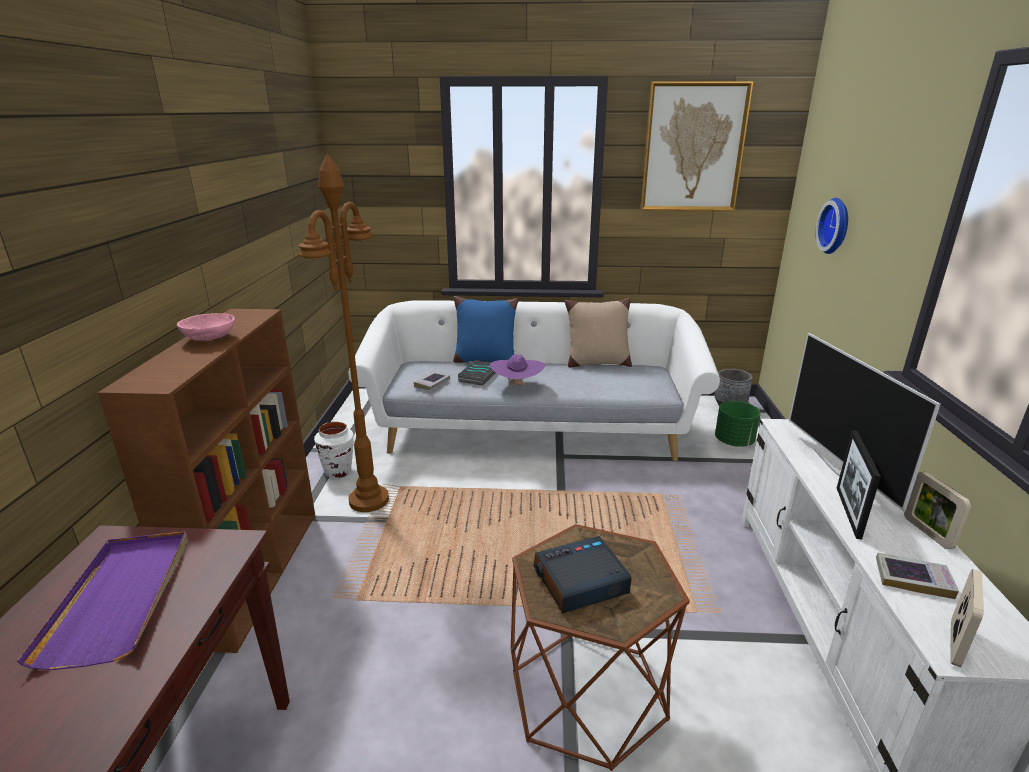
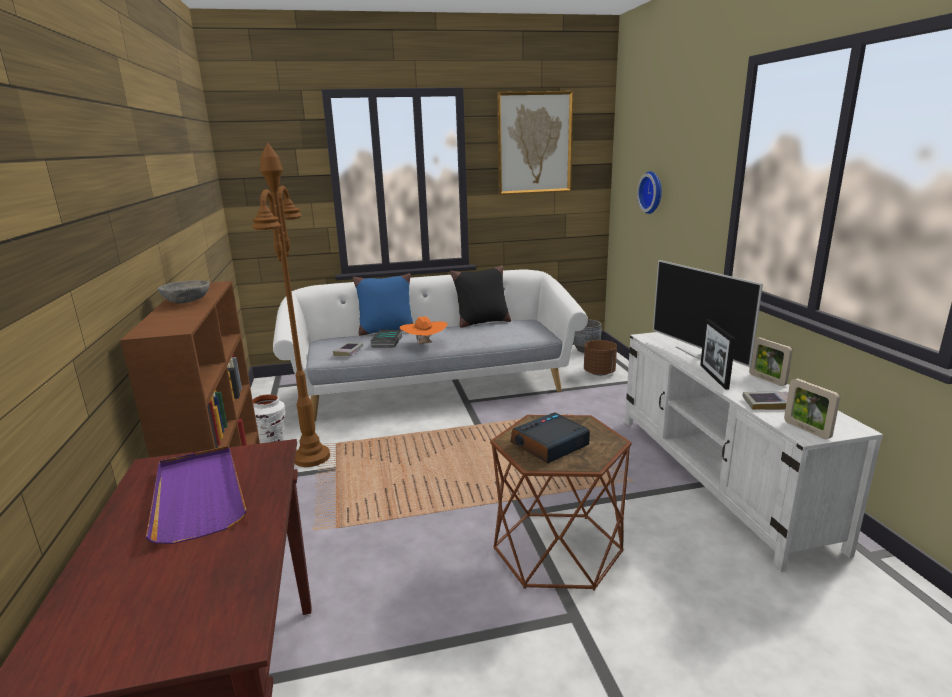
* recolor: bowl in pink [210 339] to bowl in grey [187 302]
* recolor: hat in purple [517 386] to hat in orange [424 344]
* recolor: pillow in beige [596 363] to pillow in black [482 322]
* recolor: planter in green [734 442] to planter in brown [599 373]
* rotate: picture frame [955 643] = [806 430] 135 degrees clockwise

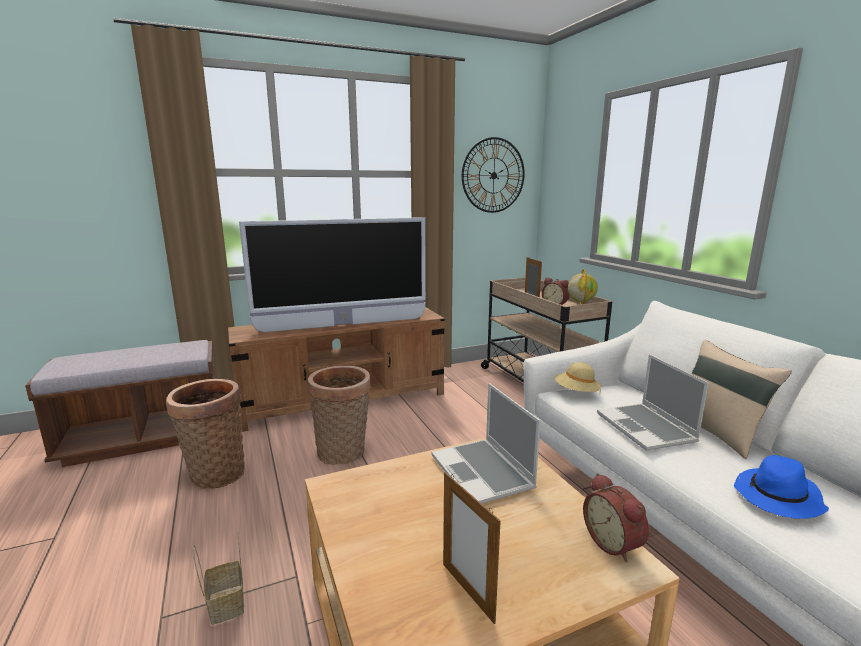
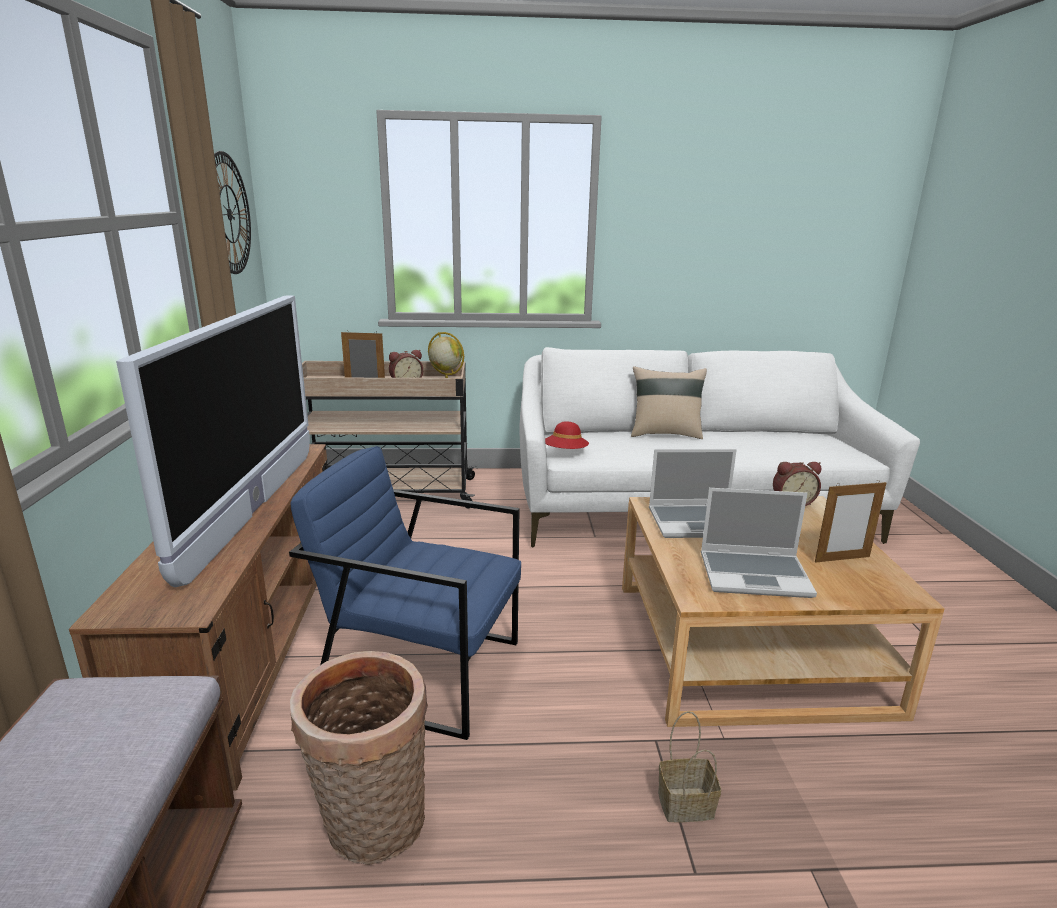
* replace: basket [343 453] to armchair in blue [421 669]
* recolor: hat in beige [576 393] to hat in red [565 453]
* move: laptop [647 428] to [755 575]
* delete: hat in blue [778 498]

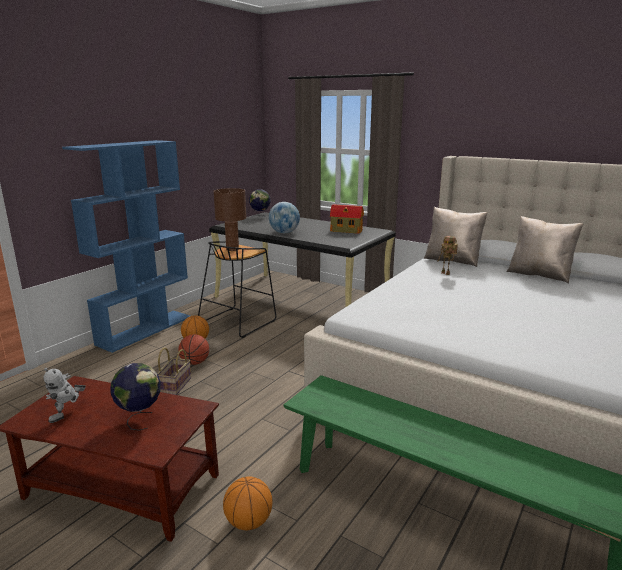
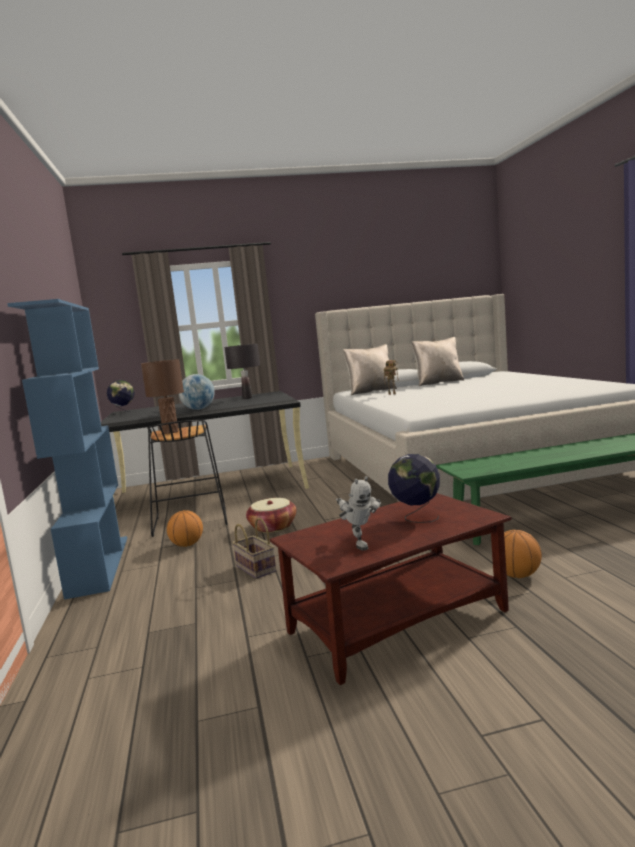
* replace: toy house [345 230] to table lamp in black [247 398]
* insert: basket [273 527]
* delete: basketball [195 362]

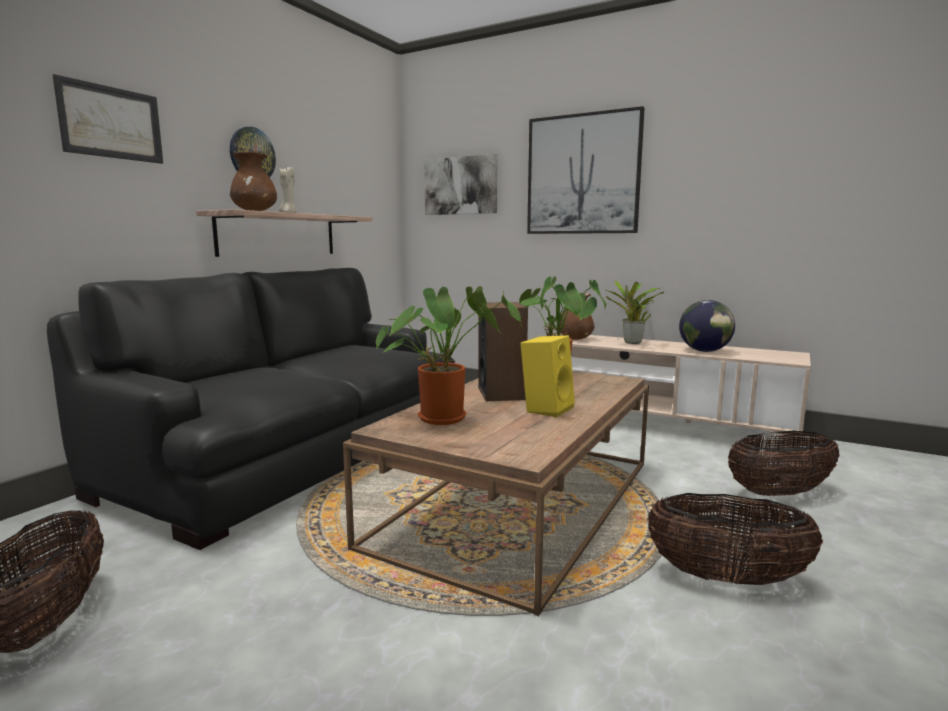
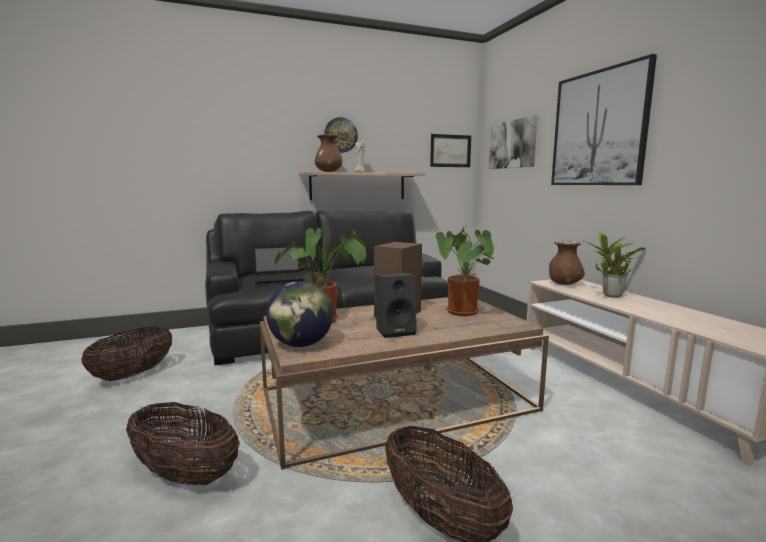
* move: basket [779 493] to [185 475]
* insert: laptop [280 279]
* move: globe [705 351] to [301 345]
* recolor: speaker in yellow [546 409] to speaker in black [395 331]
* move: picture [111 122] to [450 151]

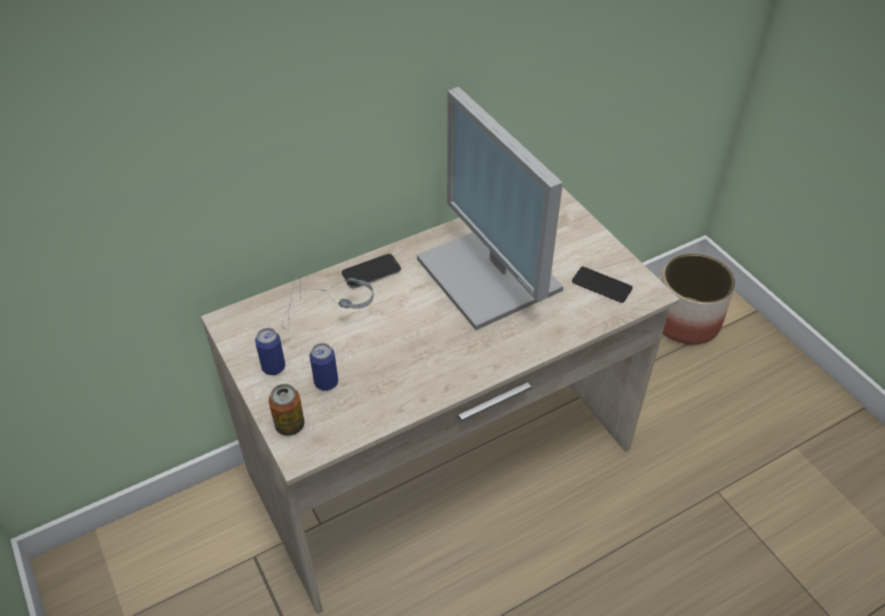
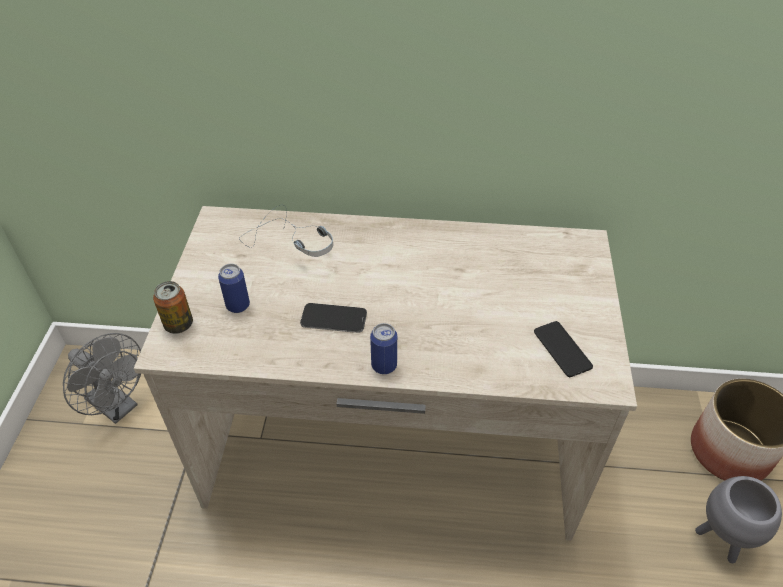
* insert: fan in grey [118 407]
* move: phone [371 272] to [333 319]
* move: can [273 367] to [384 365]
* insert: planter in grey [721 539]
* delete: monitor [492 275]

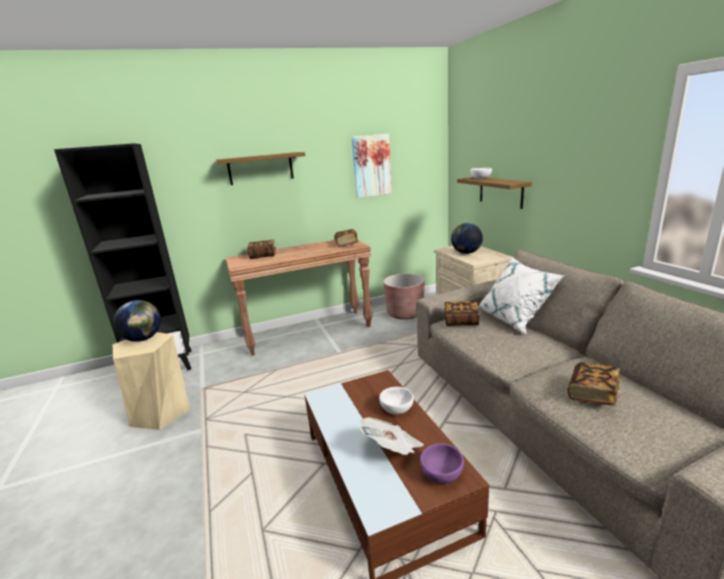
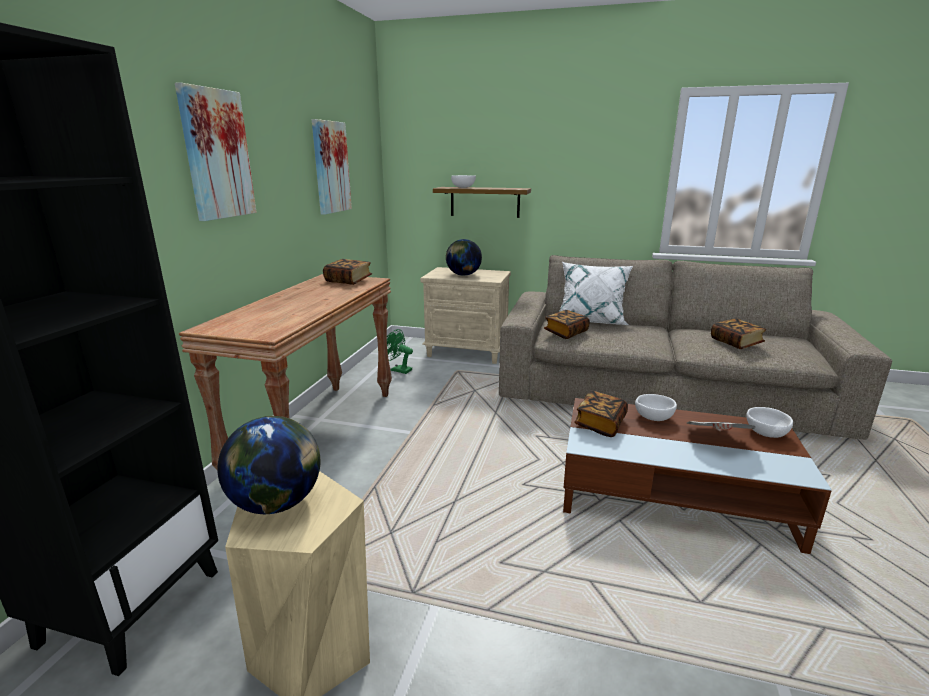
* replace: shelf [260 168] to picture [216 154]
* replace: planter in brown [405 313] to fan in green [398 370]
* move: book [263 255] to [600 424]
* recolor: bowl in purple [442 474] to bowl in white [766 433]

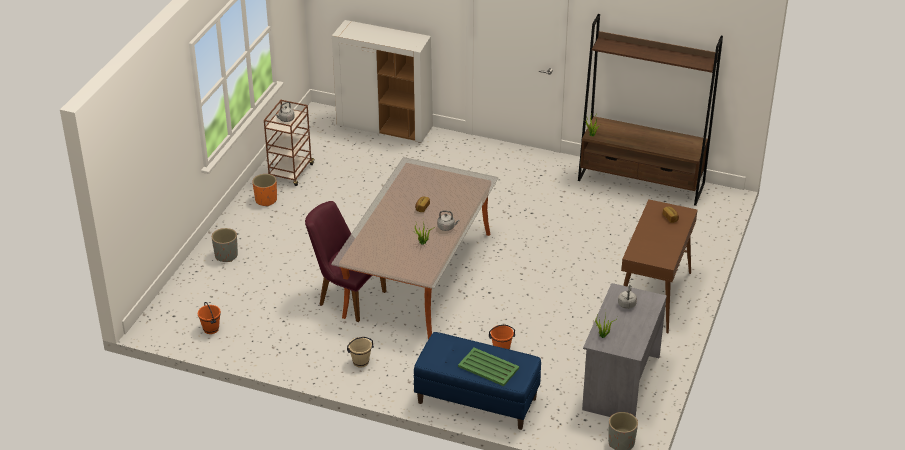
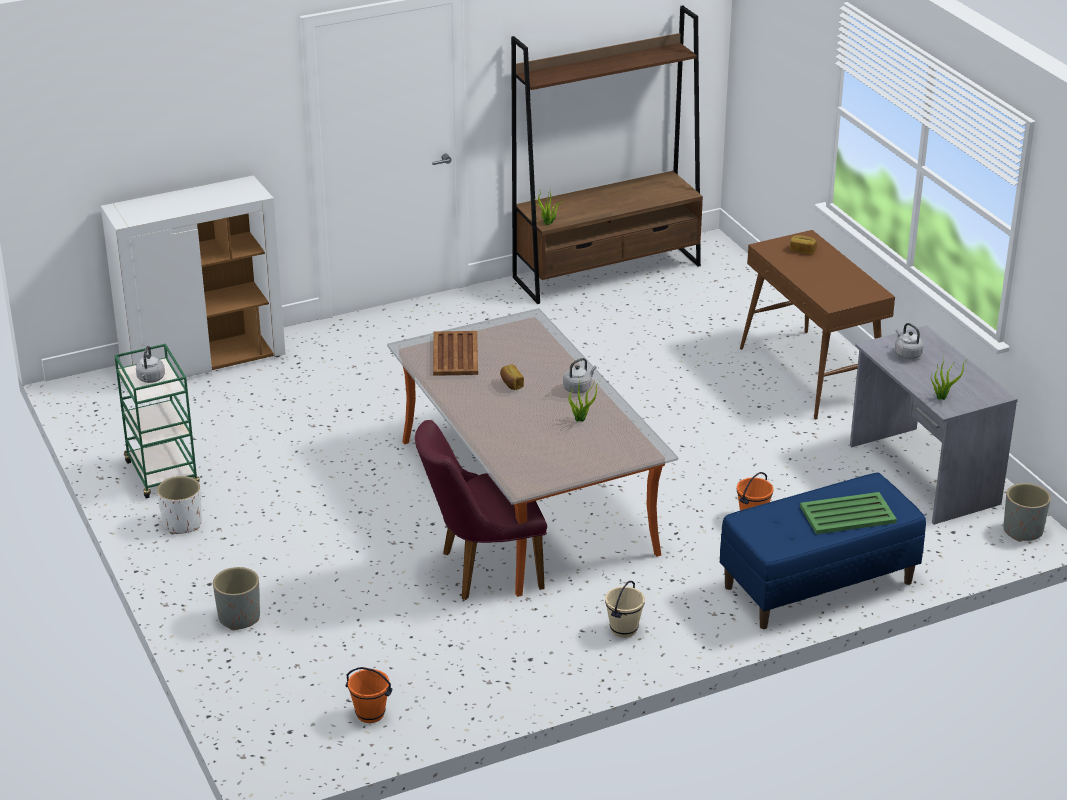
* recolor: cart in brown [291 173] to cart in green [162 475]
* recolor: planter in orange [266 200] to planter in white [183 524]
* insert: tray in brown [455 354]

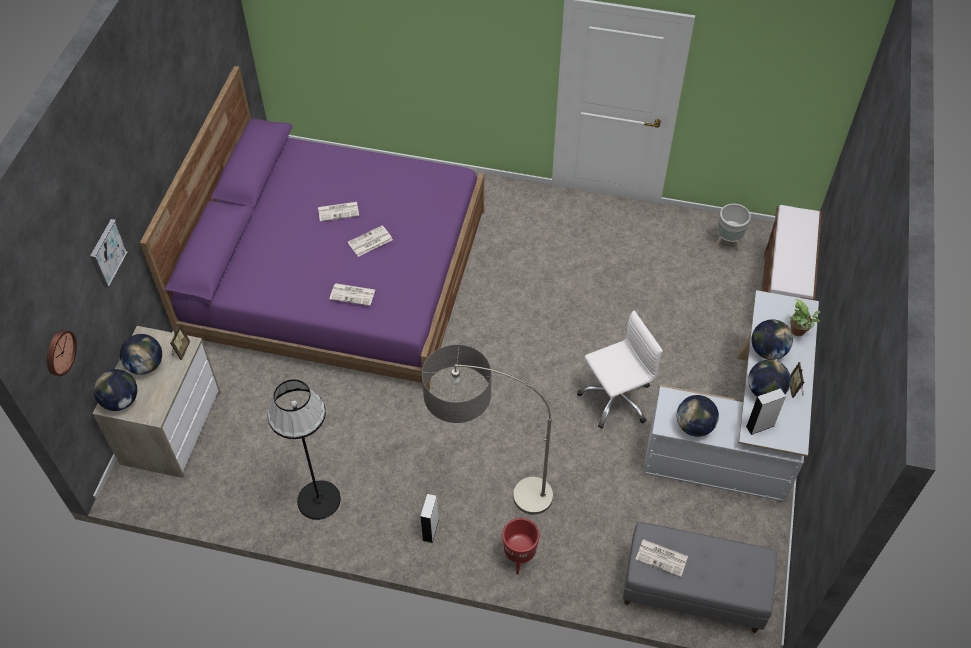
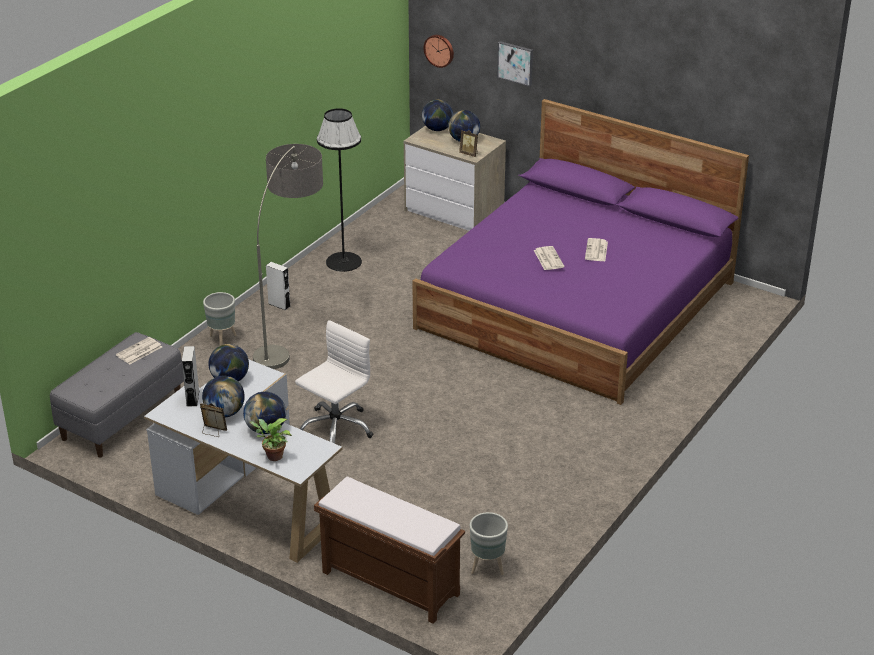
* recolor: planter in red [520 558] to planter in grey [222 340]
* rotate: office chair in white [615 399] = [335 428] 135 degrees counterclockwise
* delete: newspaper [353 294]

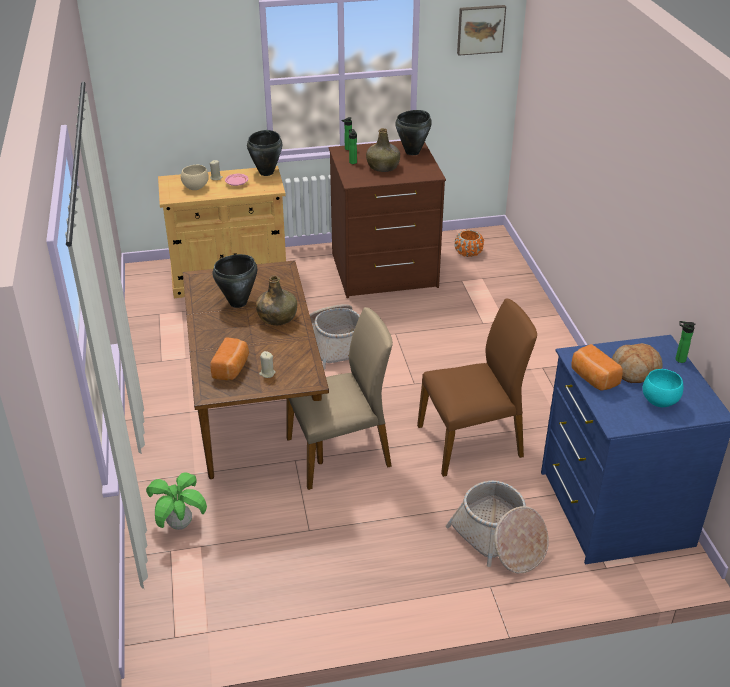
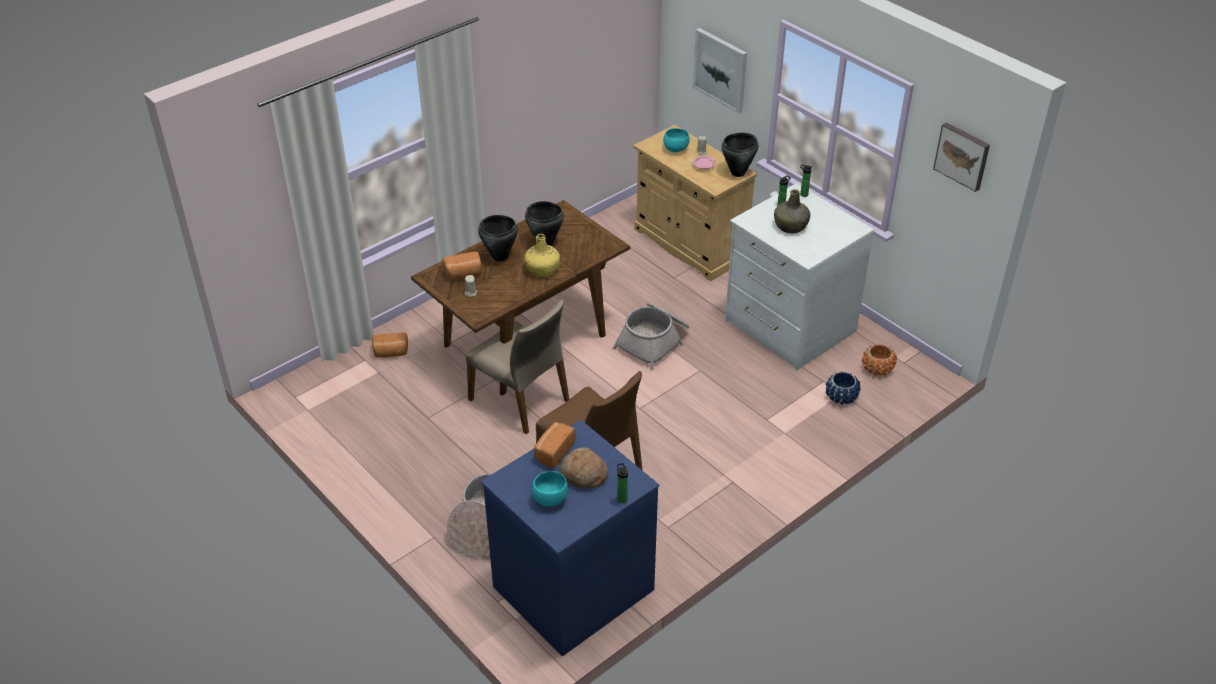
* replace: potted plant [180 525] to bread [391 353]
* move: cooking pot in black [413 152] to [500 257]
* recolor: bottle in green [277 317] to bottle in yellow [542 269]
* recolor: bowl in beige [195 187] to bowl in turquoise [675 149]
* insert: picture [720 69]
* recolor: dresser in brown [384 271] to dresser in white [788 327]
* insert: planter in blue [841 397]

